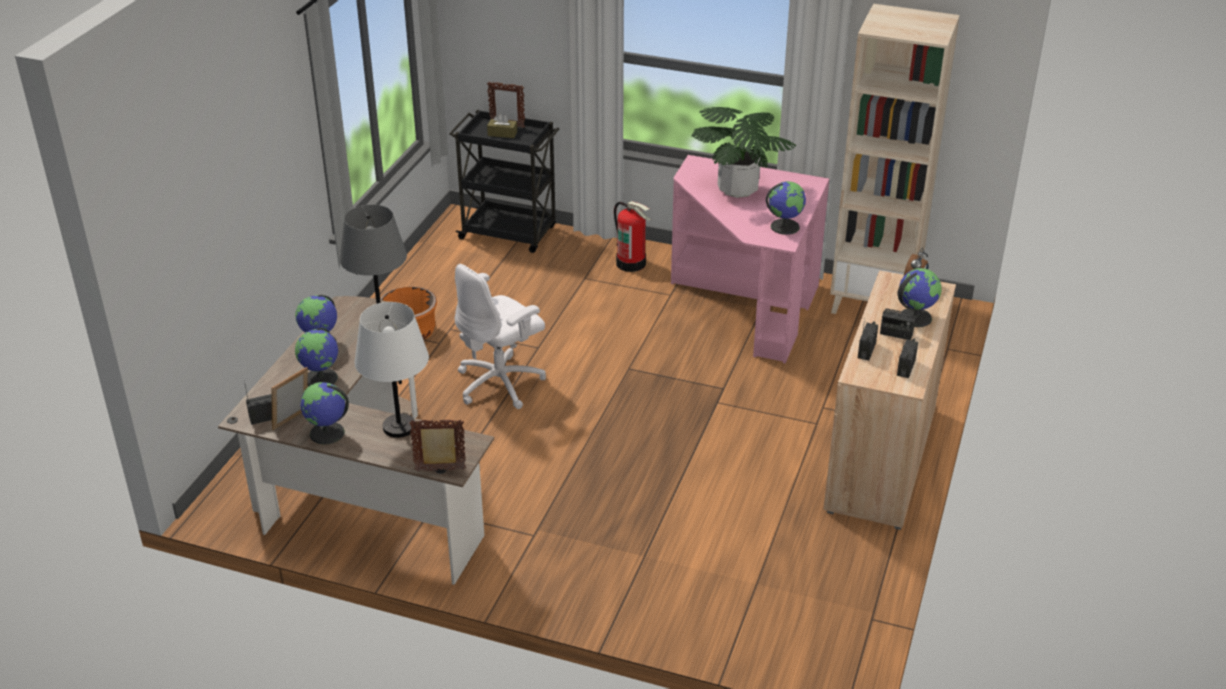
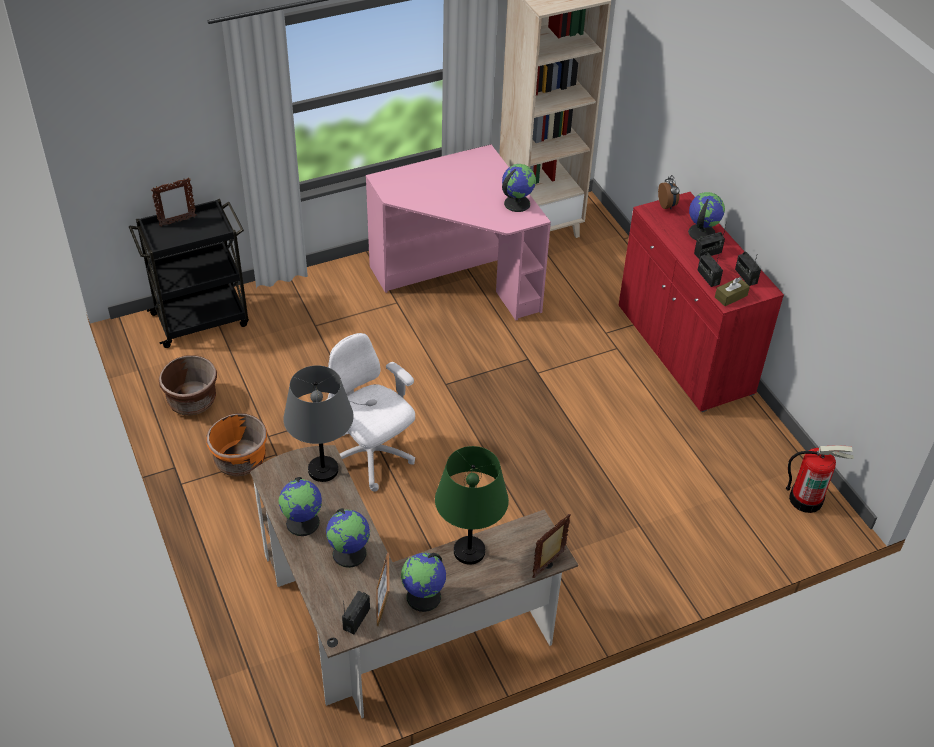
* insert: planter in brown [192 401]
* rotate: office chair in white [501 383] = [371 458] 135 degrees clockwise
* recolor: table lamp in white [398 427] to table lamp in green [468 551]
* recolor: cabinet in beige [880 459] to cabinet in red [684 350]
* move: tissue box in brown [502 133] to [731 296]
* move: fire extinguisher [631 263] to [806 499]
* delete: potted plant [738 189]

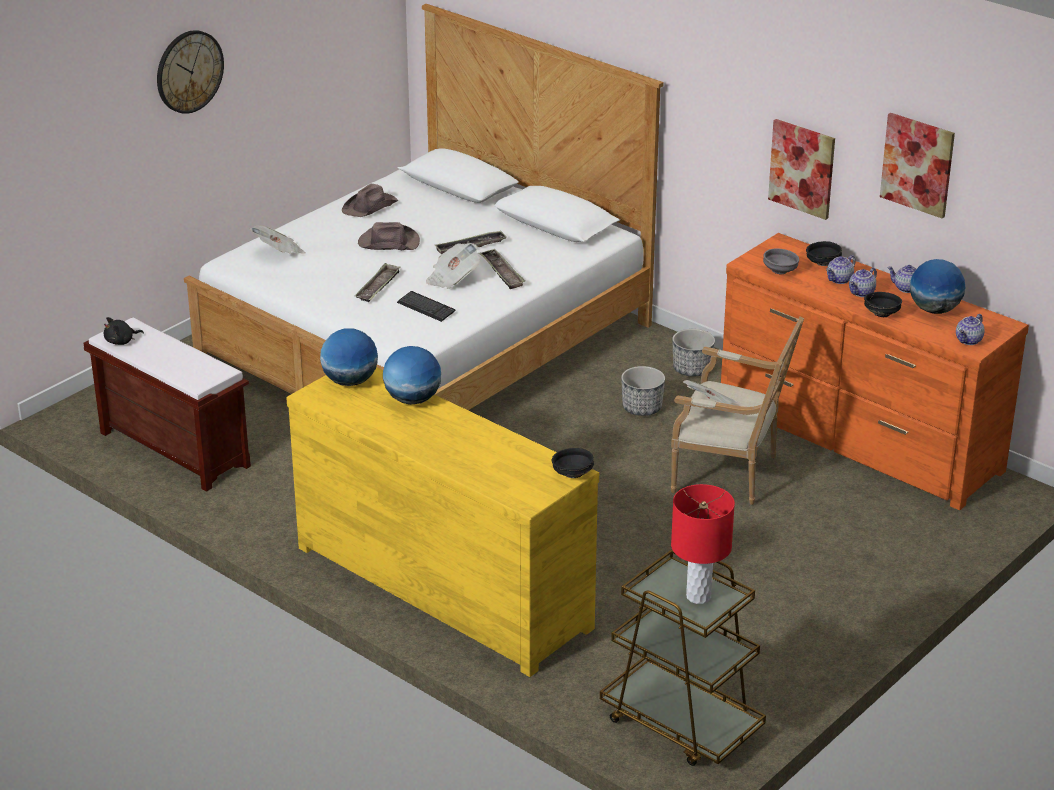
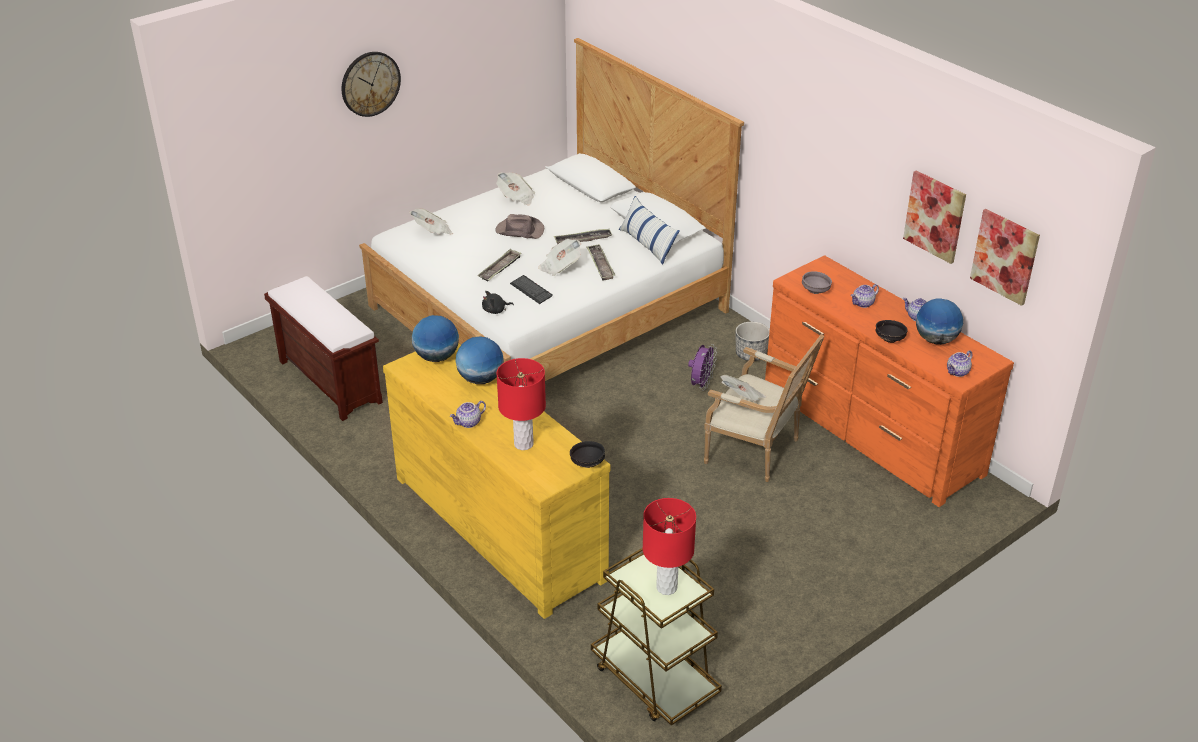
* move: teapot [862 293] to [469 423]
* move: plush toy in black [121 341] to [495 310]
* replace: hat in brown [370 207] to newspaper [516 198]
* insert: table lamp in red [524 444]
* insert: pillow [647 244]
* replace: planter [641 408] to fan in purple [701 384]
* move: picture [802 168] to [1005 256]
* delete: bowl in black [822 263]

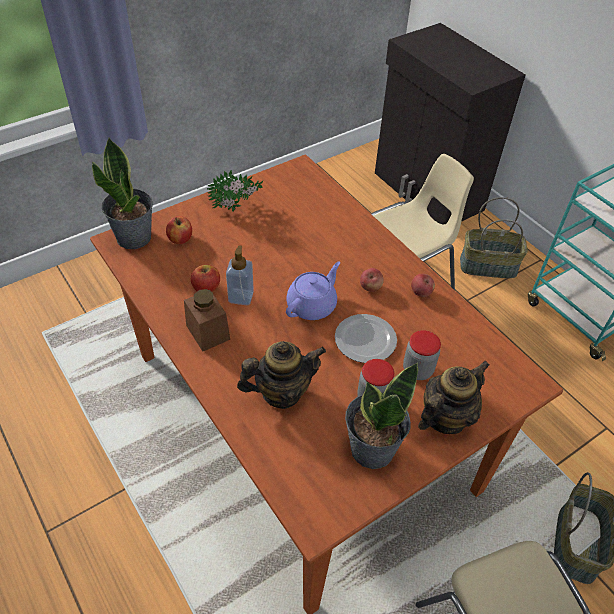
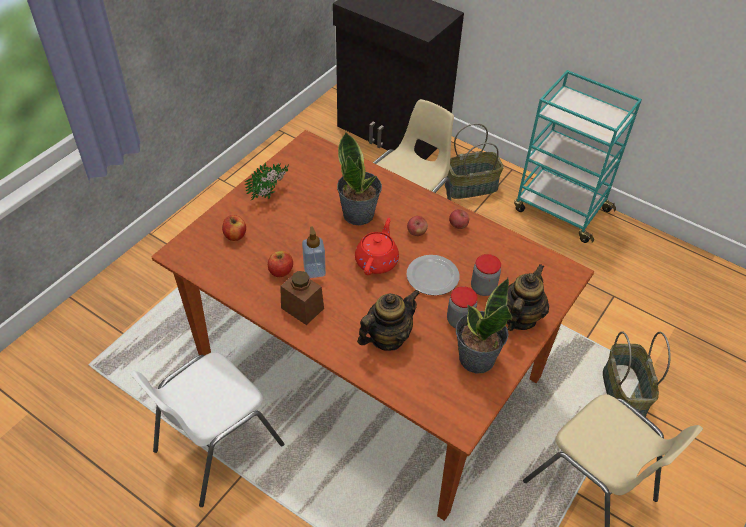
* insert: chair in white [216 447]
* move: potted plant [134 237] to [359 214]
* recolor: teapot in purple [312 305] to teapot in red [377 260]

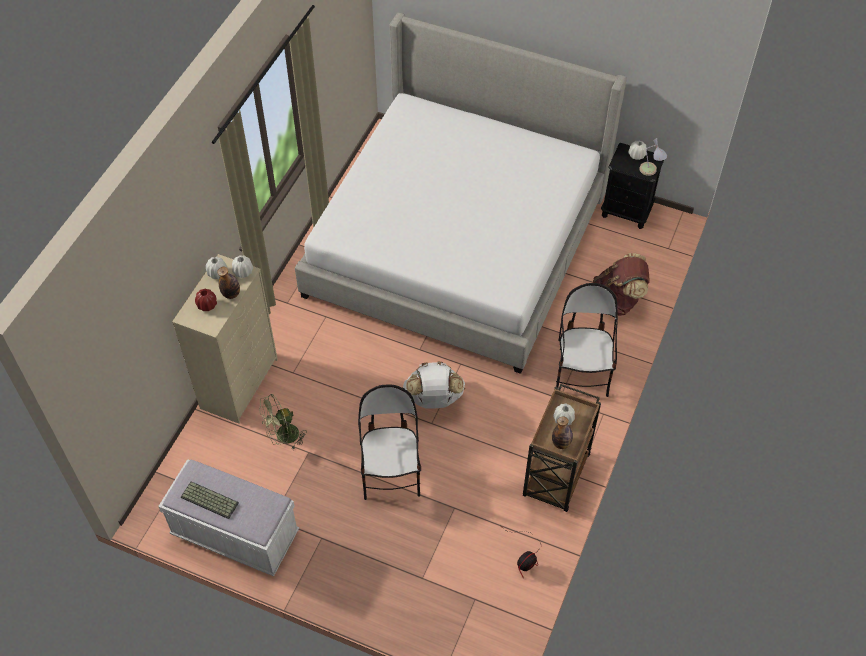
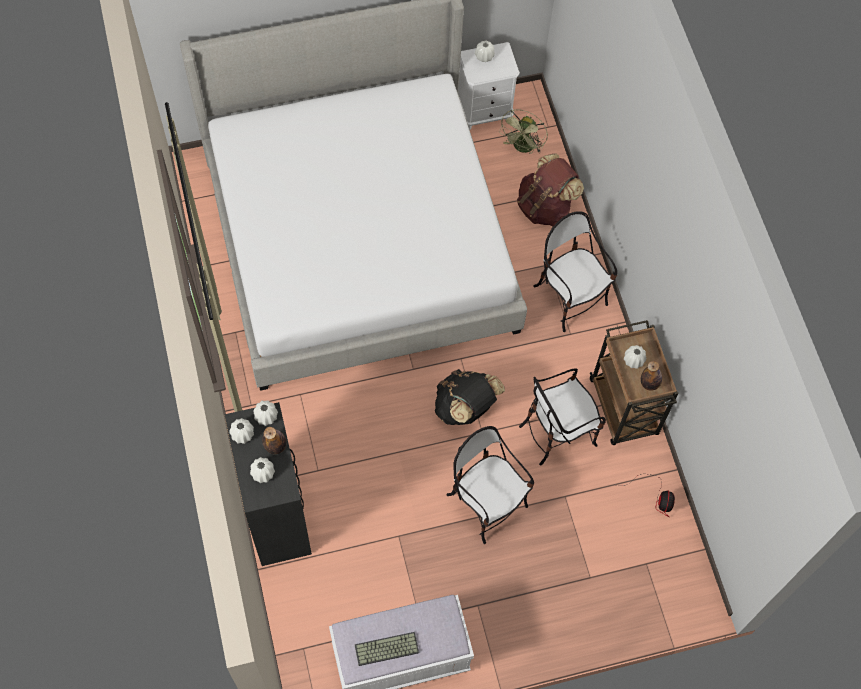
* recolor: dresser in beige [239 383] to dresser in black [277 515]
* recolor: vase in red [207 305] to vase in white [263 473]
* recolor: backpack in white [434 399] to backpack in black [465 408]
* recolor: nightstand in black [626 212] to nightstand in white [484 112]
* move: fan in green [283 437] to [523 148]
* insert: chair [558 432]
* delete: table lamp [651 171]

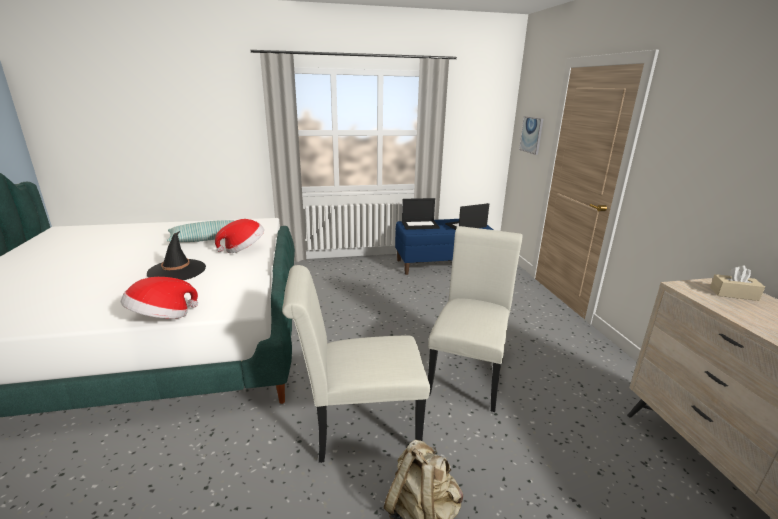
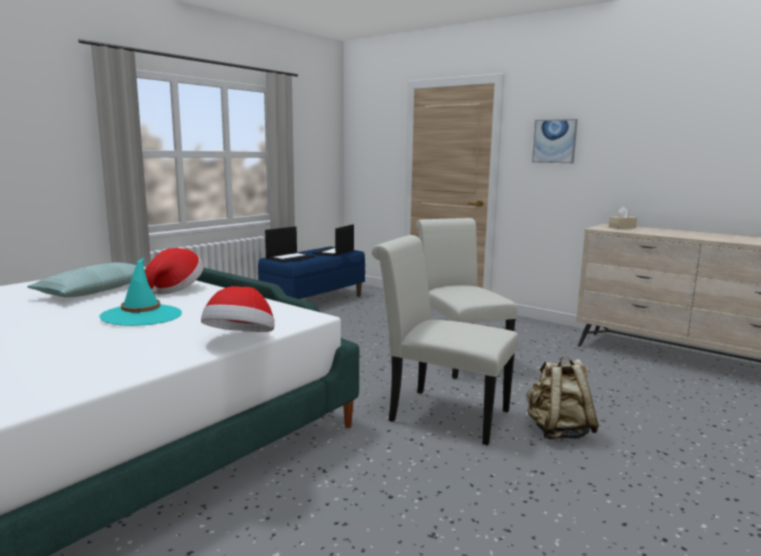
* recolor: hat in black [177 271] to hat in turquoise [142 316]
* rotate: chair in white [358 428] = [441 414] 75 degrees clockwise
* move: picture [531 135] to [554 141]

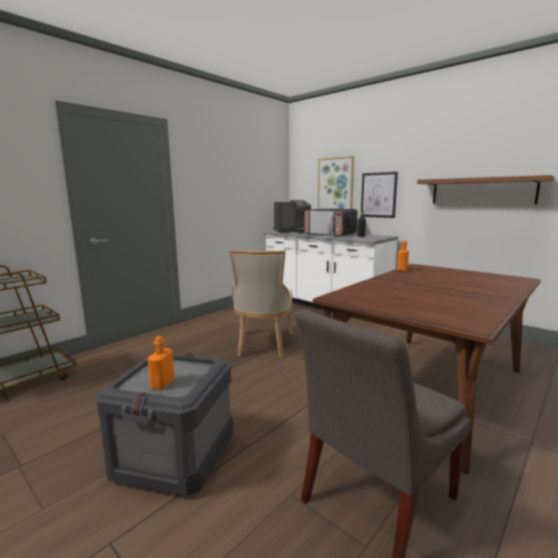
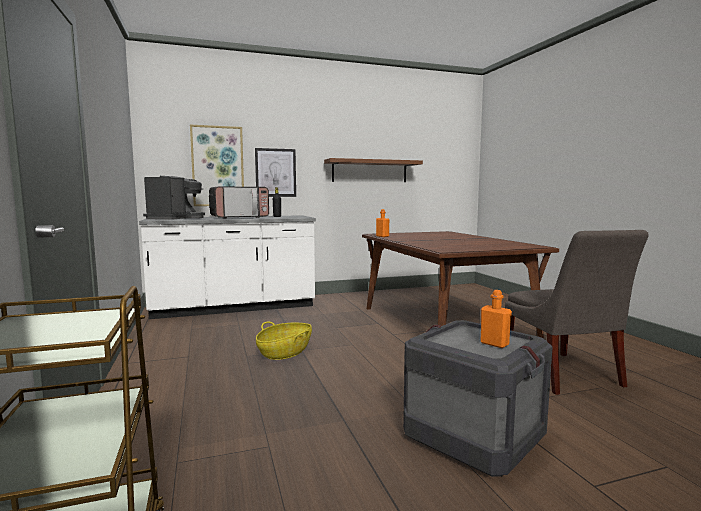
* replace: chair in beige [263 345] to basket [285 352]

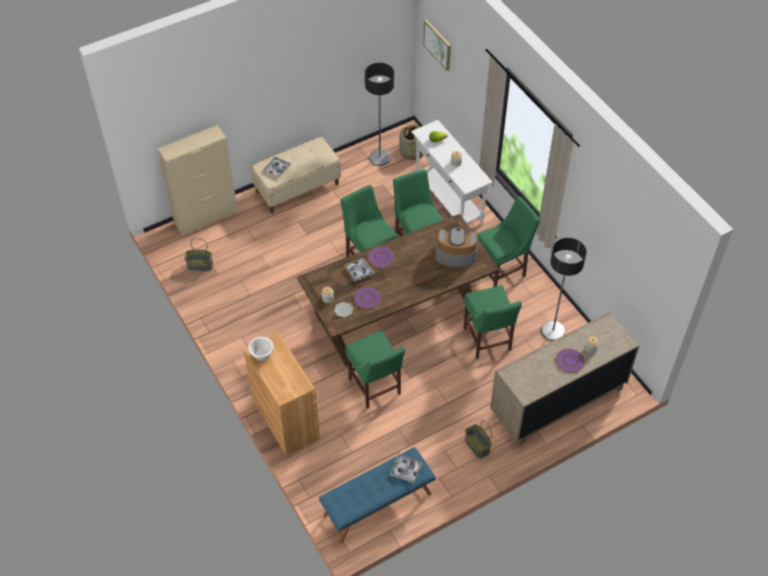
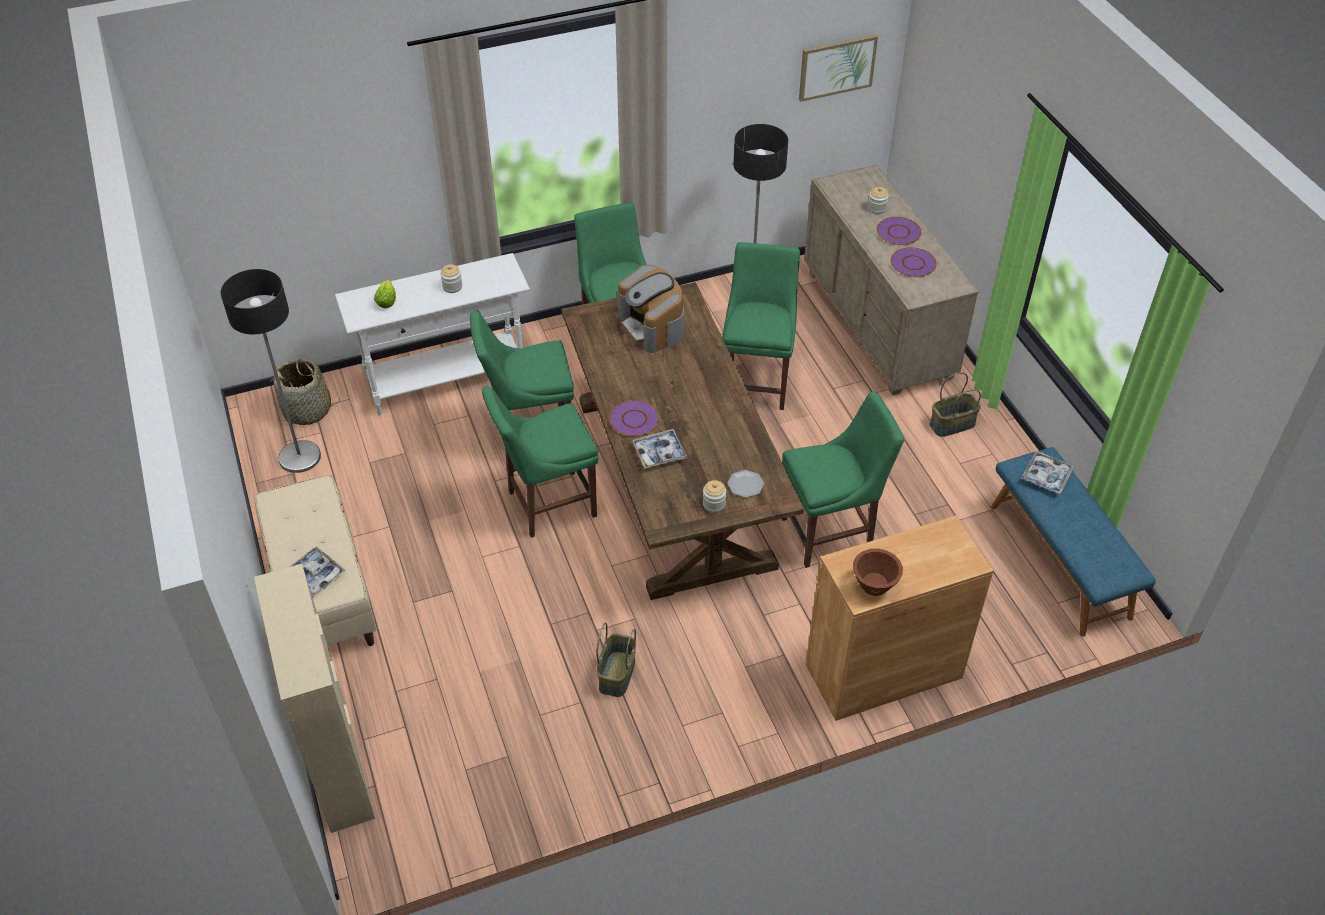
* move: basket [199 265] to [617 675]
* rotate: coffee machine [455 254] = [652 326] 45 degrees counterclockwise
* rotate: chair in green [487 341] = [757 381] 75 degrees counterclockwise
* move: picture [437 44] to [837 67]
* recolor: bowl in white [262 355] to bowl in brown [873 586]
* move: plate in purple [367 298] to [913 263]

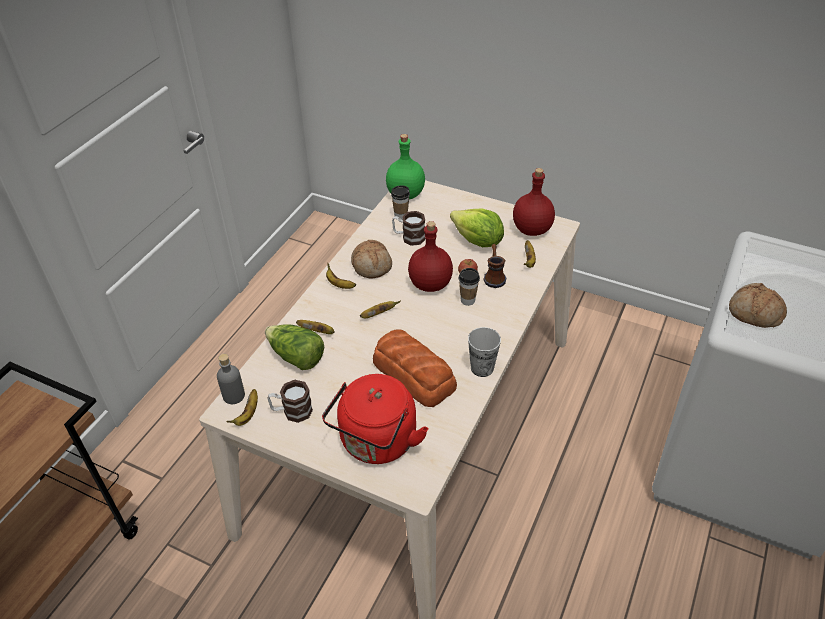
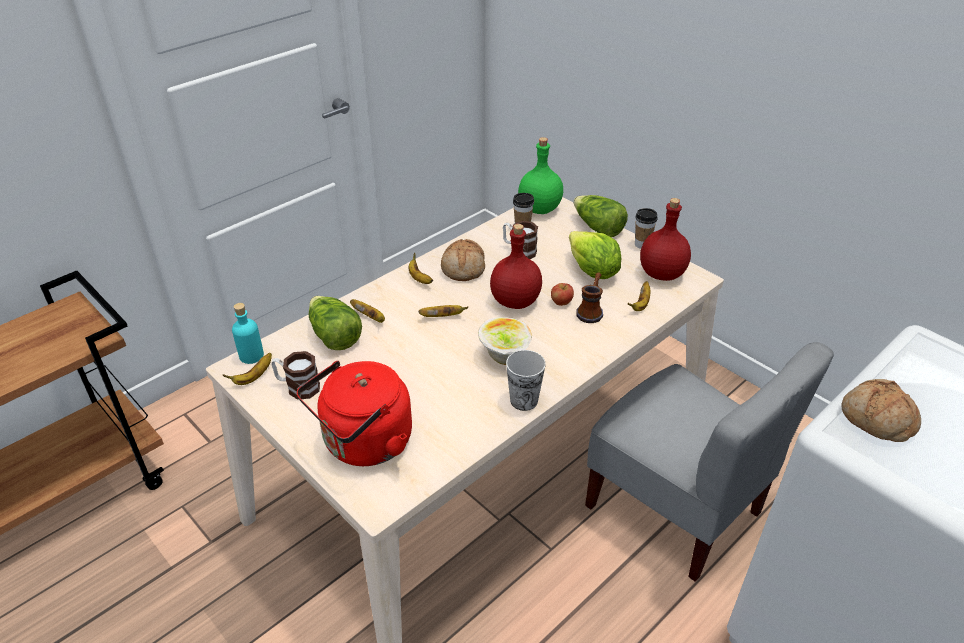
* recolor: bottle in grey [234 396] to bottle in turquoise [251 356]
* insert: bowl [504 357]
* insert: lettuce [597 228]
* insert: chair in grey [675 508]
* move: cup [467 300] to [642 244]
* delete: bread [413 373]

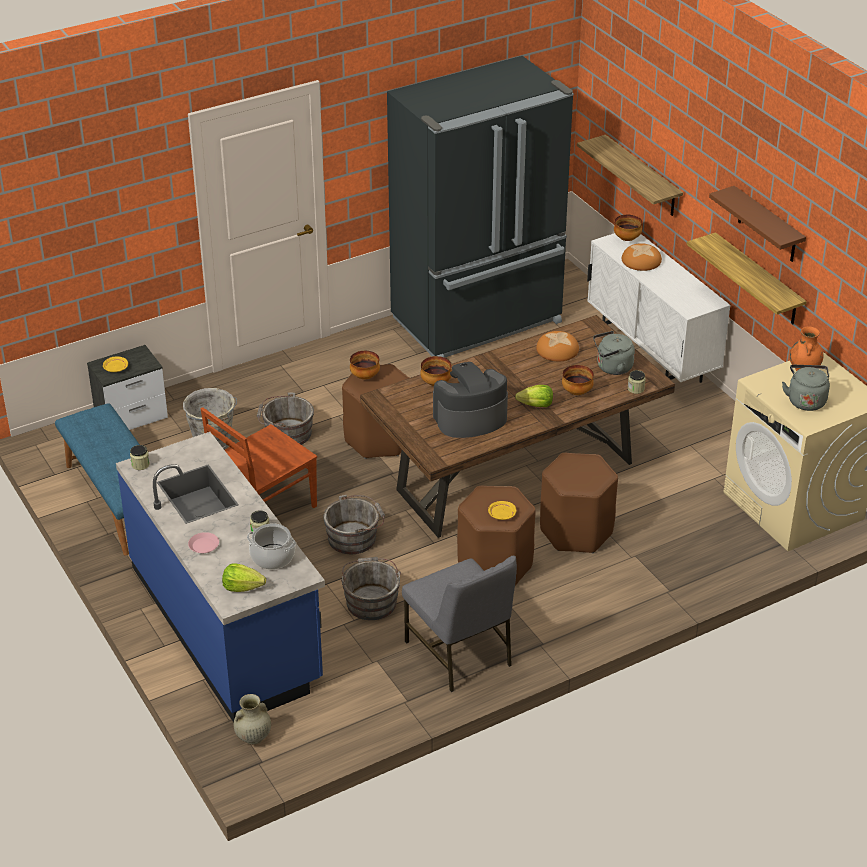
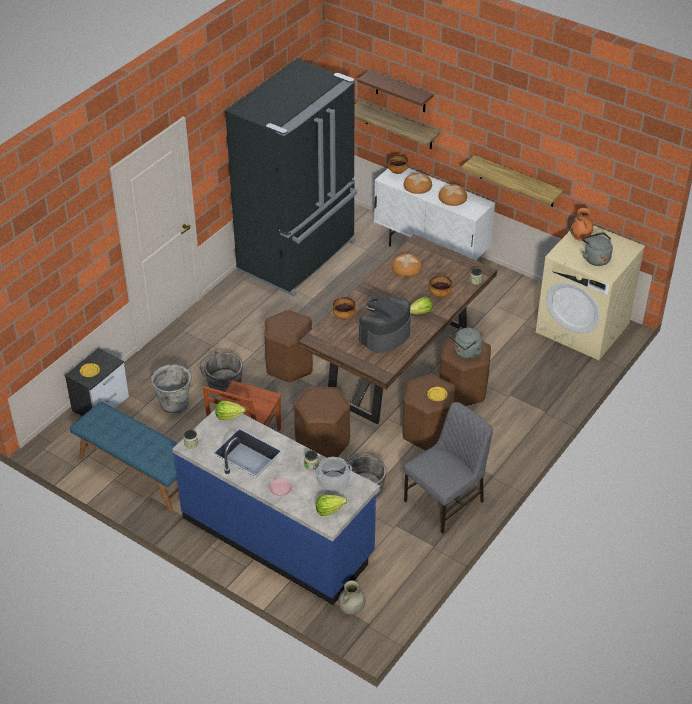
* insert: lettuce [229 416]
* replace: bucket in grey [355 537] to stool in brown [322 443]
* move: shelf in brown [767 226] to [400 92]
* rotate: chair in grey [460 654] = [446 501] 75 degrees counterclockwise
* insert: bread [452 197]
* move: kettle in grey [612 368] to [466 353]
* delete: bowl [365 376]

